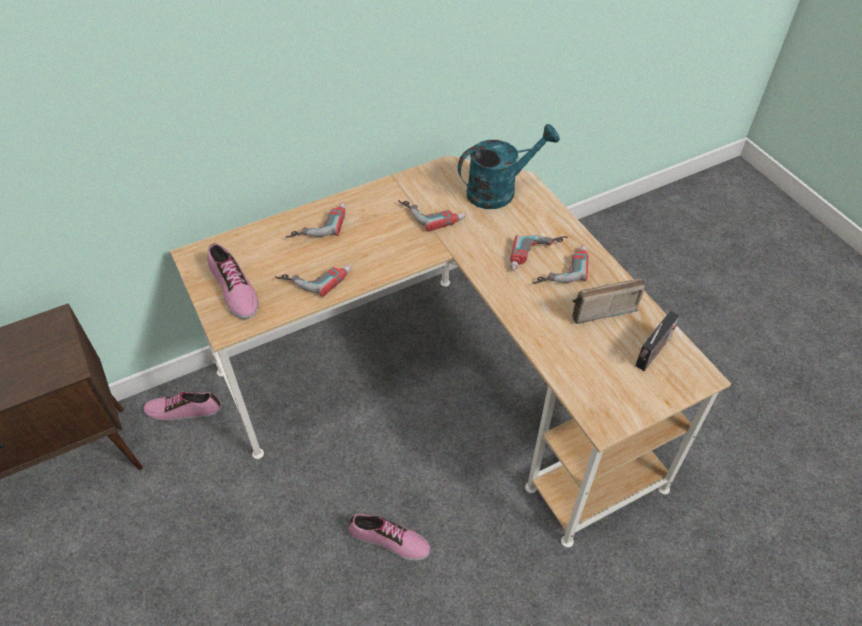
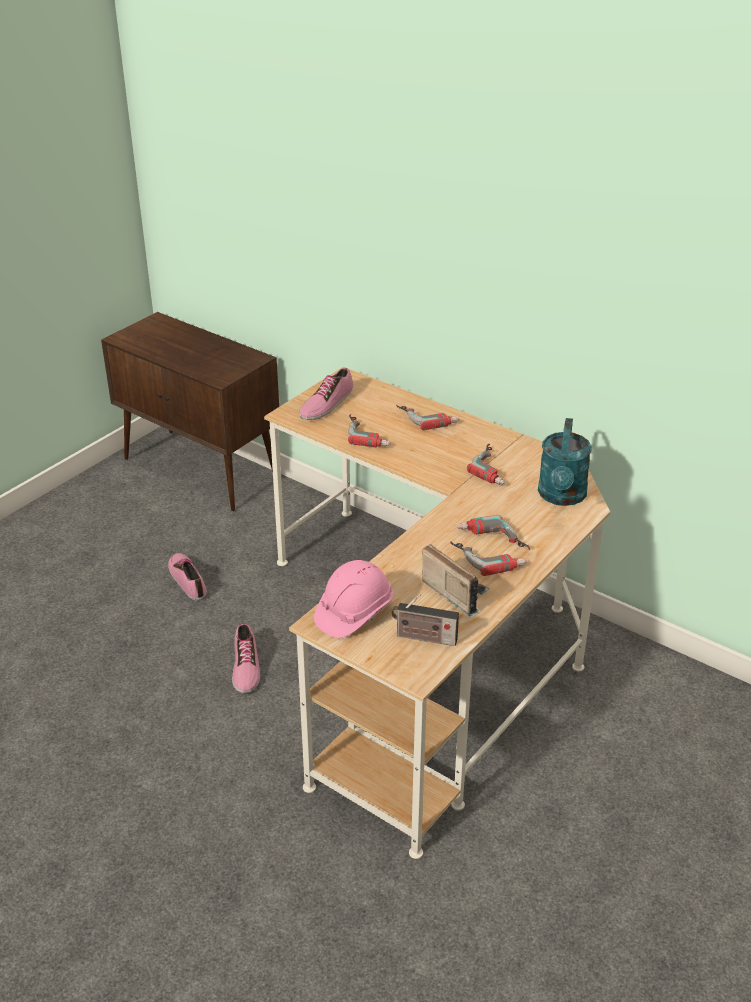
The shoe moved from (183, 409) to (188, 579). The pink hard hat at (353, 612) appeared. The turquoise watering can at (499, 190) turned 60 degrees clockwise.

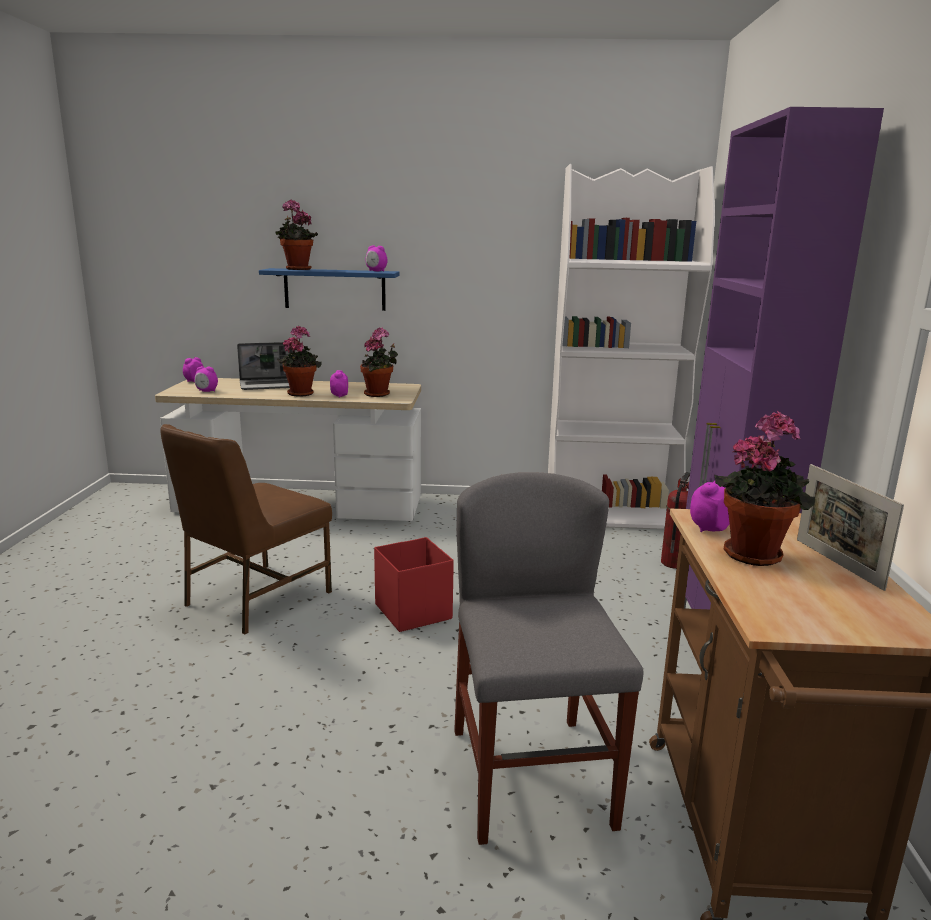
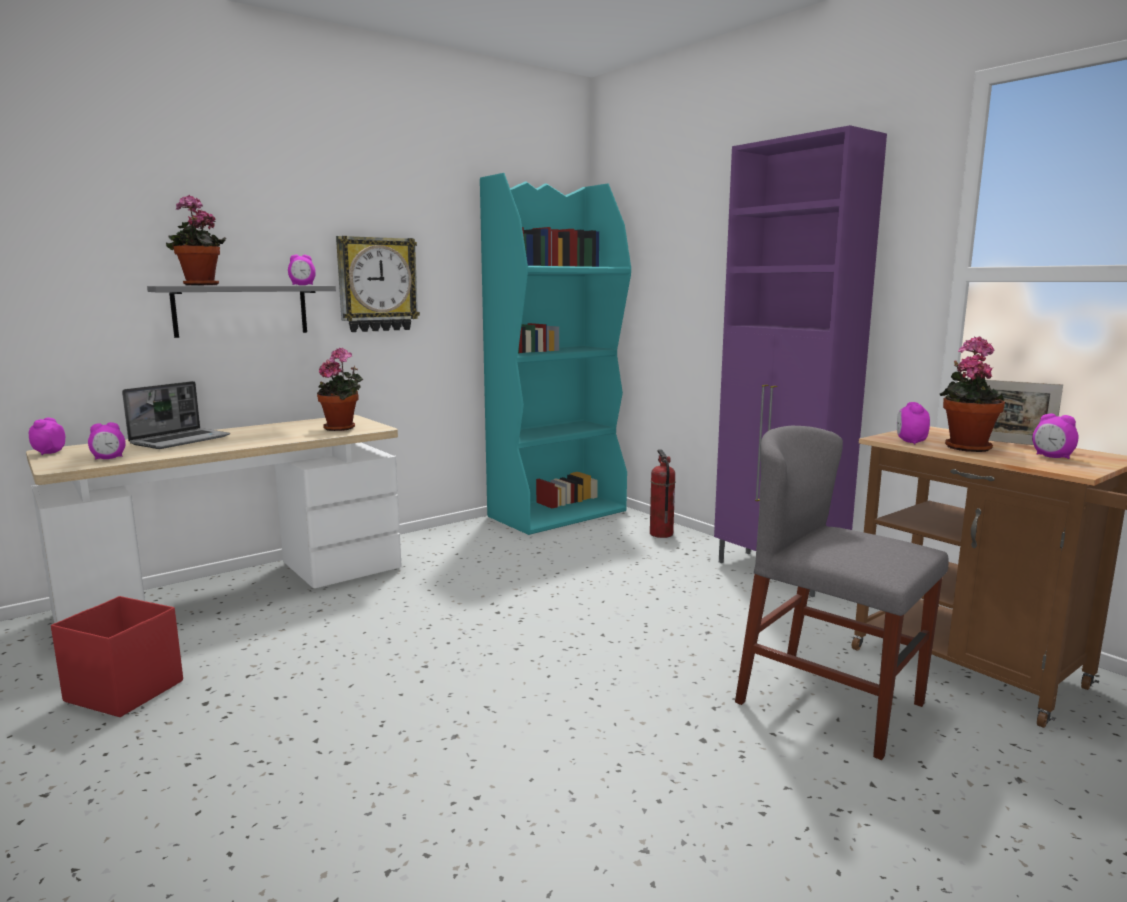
The red storage box moved from (413, 611) to (124, 690). The blue shelf at (334, 289) became the grey shelf at (241, 310). The wall clock at (377, 284) appeared. The white bookcase at (611, 513) became the turquoise bookcase at (558, 513). The alarm clock moved from (339, 396) to (1052, 457). The brown chair at (255, 598) disappeared. The potted plant at (301, 393) disappeared.

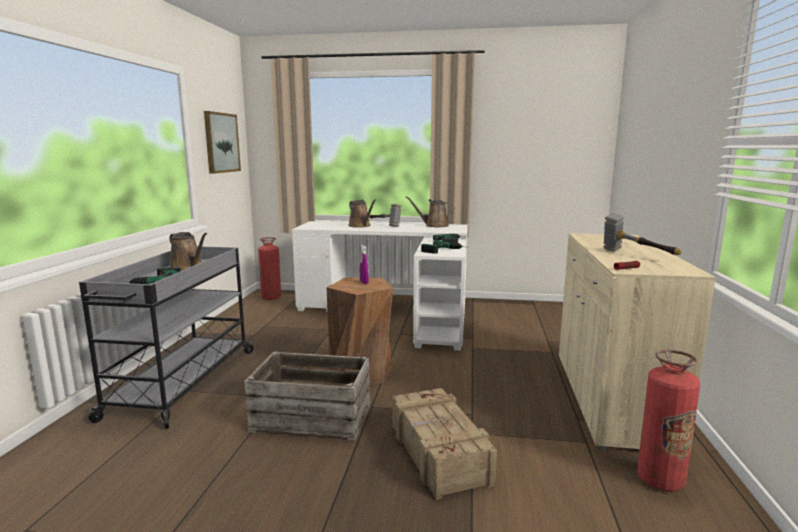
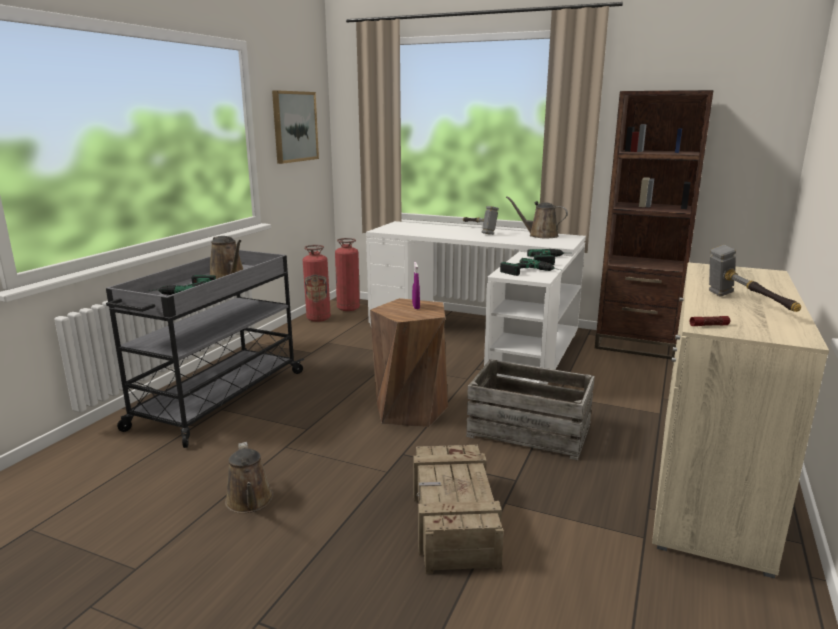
The brown watering can moved from (360, 226) to (250, 502). The fire extinguisher moved from (660, 480) to (318, 318). The crate moved from (312, 416) to (529, 430). The brown bookcase at (636, 345) appeared.

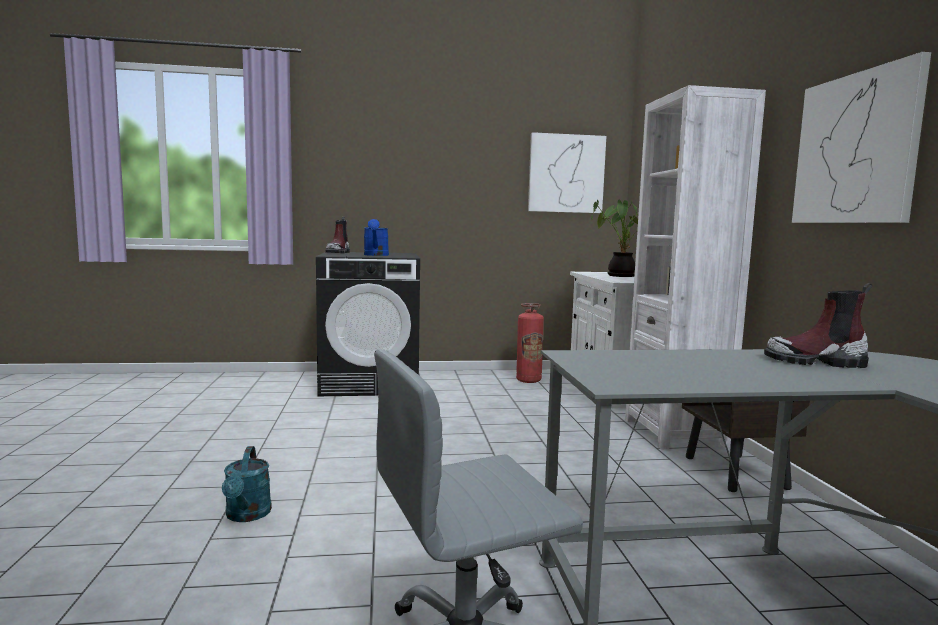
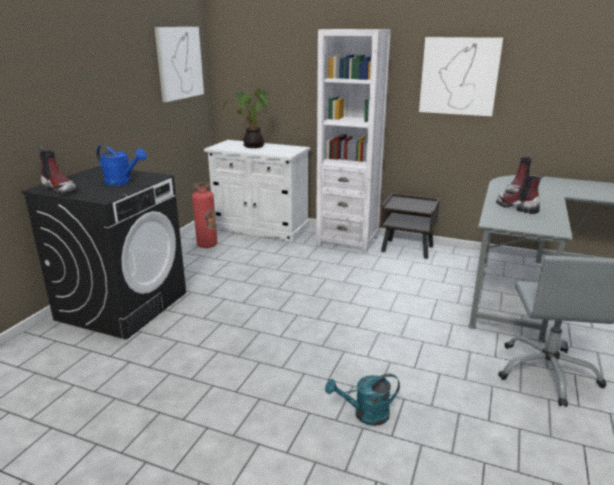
The turquoise watering can at (247, 516) turned 150 degrees clockwise. The boot at (516, 207) appeared.

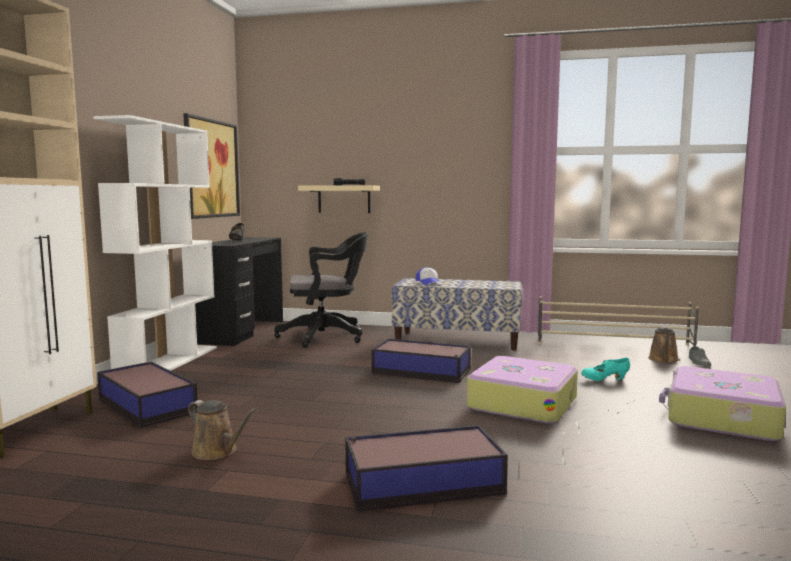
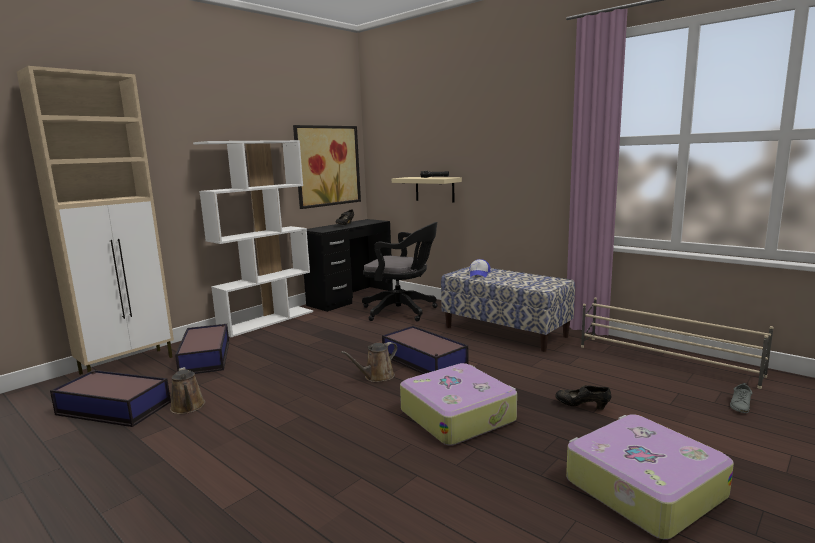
The storage box moved from (421, 483) to (113, 408). The brown watering can moved from (663, 360) to (376, 377). The turquoise shoe at (604, 380) became the black shoe at (582, 406).

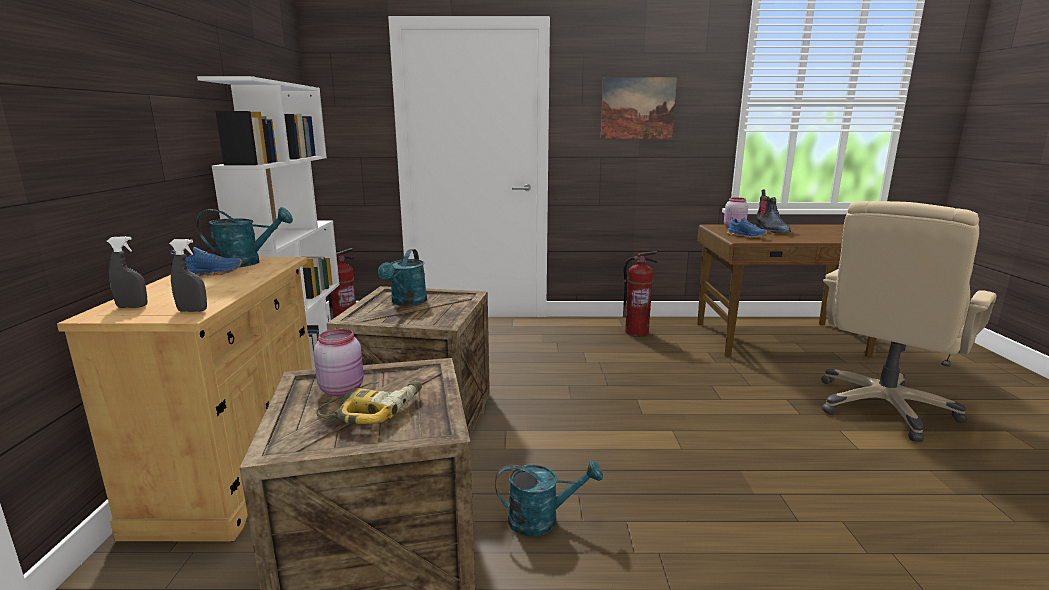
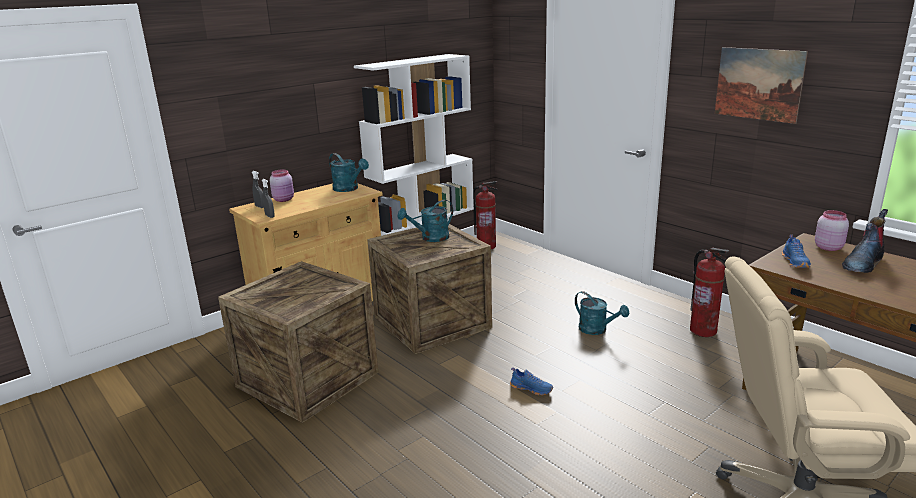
The pink jar moved from (342, 389) to (284, 199). The blue shoe moved from (209, 274) to (531, 388). The turquoise watering can moved from (542, 519) to (597, 330). The power drill at (375, 409) disappeared.

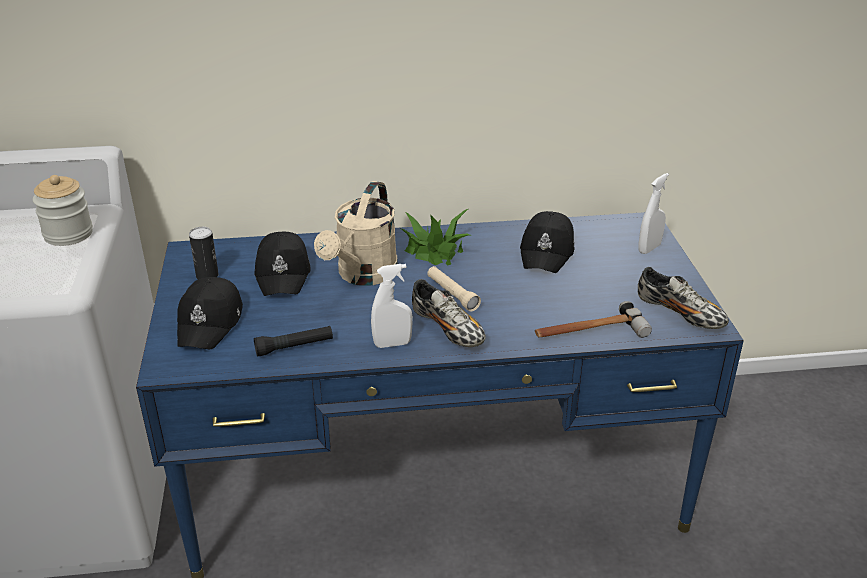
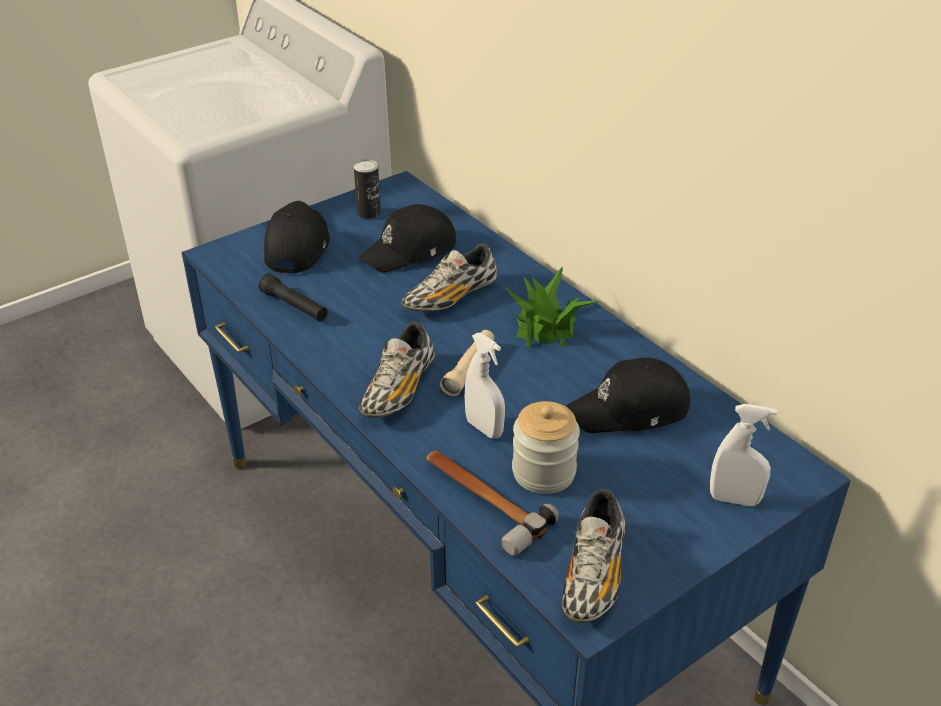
The black cap at (210, 323) turned 120 degrees clockwise. The beige watering can at (363, 275) was replaced by the shoe at (450, 298). The white spray bottle moved from (392, 344) to (484, 428). The jar moved from (68, 234) to (543, 472).

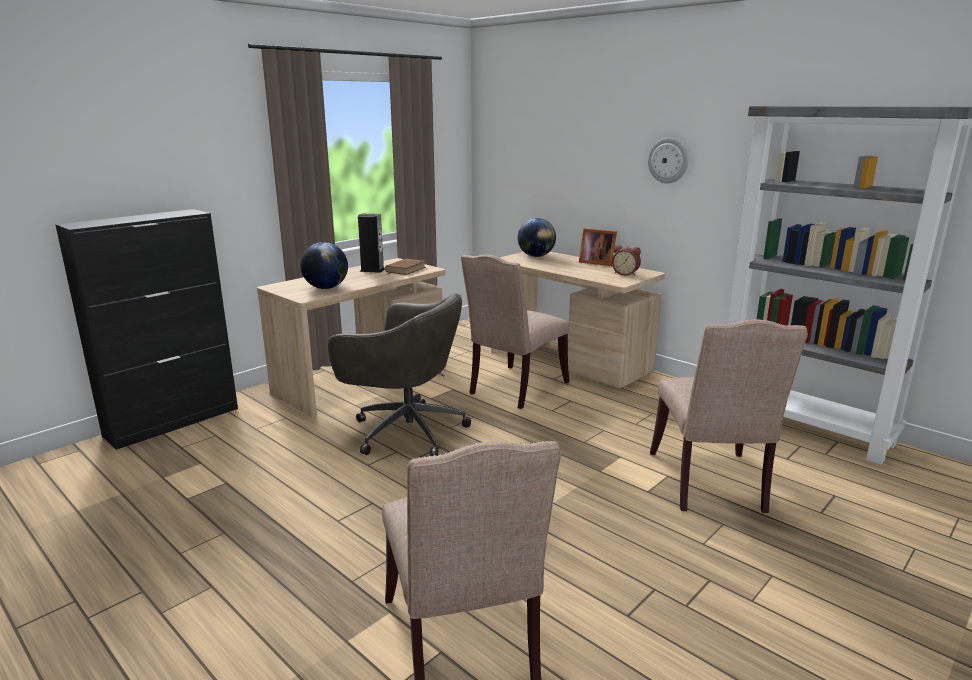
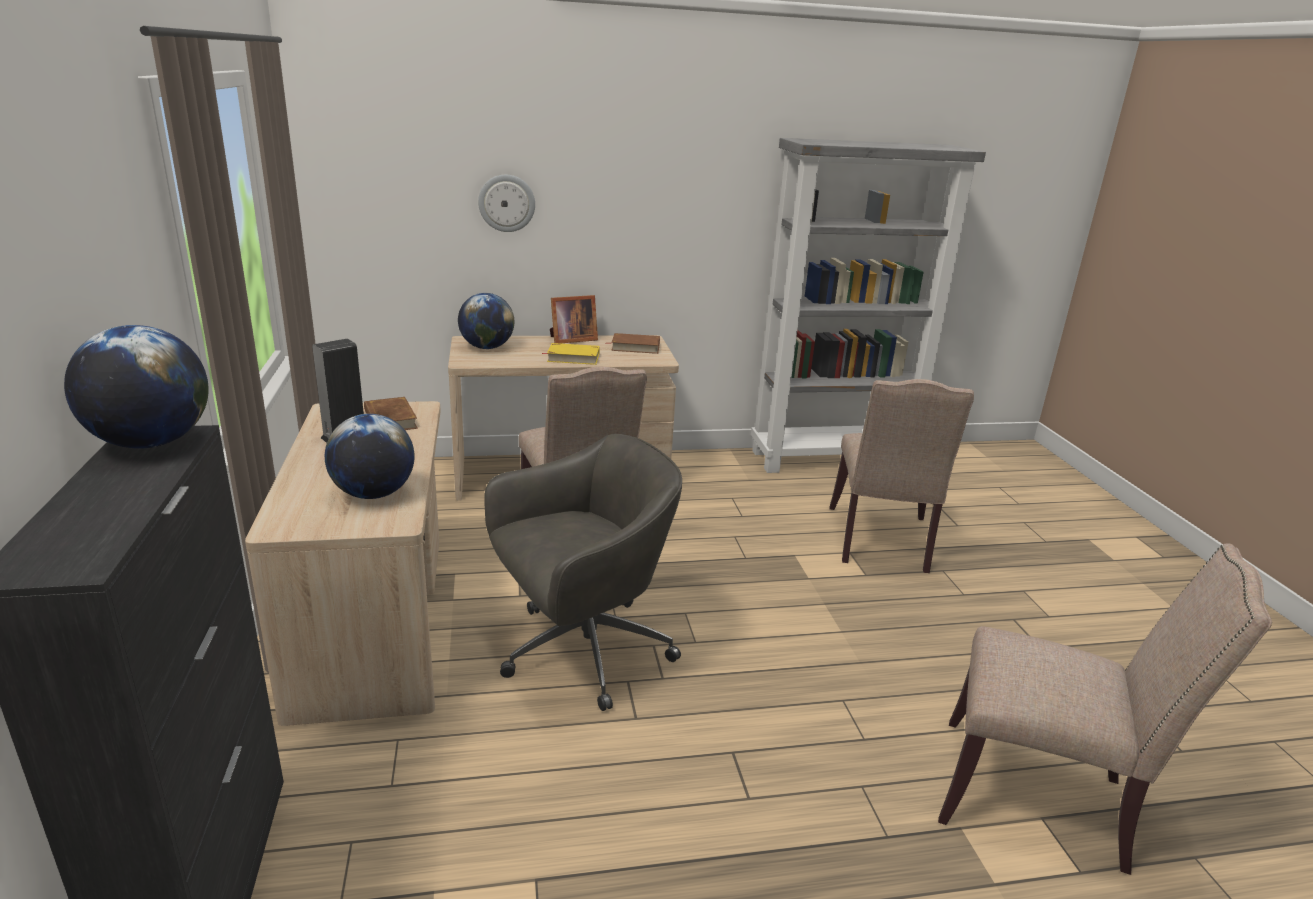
The globe at (151, 443) appeared. The wall clock moved from (668, 160) to (506, 203). The yellow book at (573, 357) appeared. The alarm clock at (625, 274) was replaced by the brown book at (635, 347). The beige chair at (710, 484) turned 60 degrees clockwise.

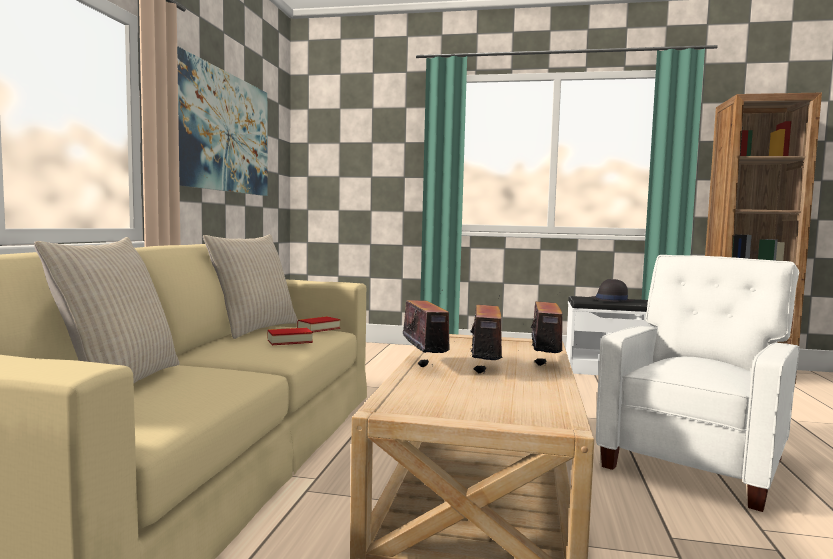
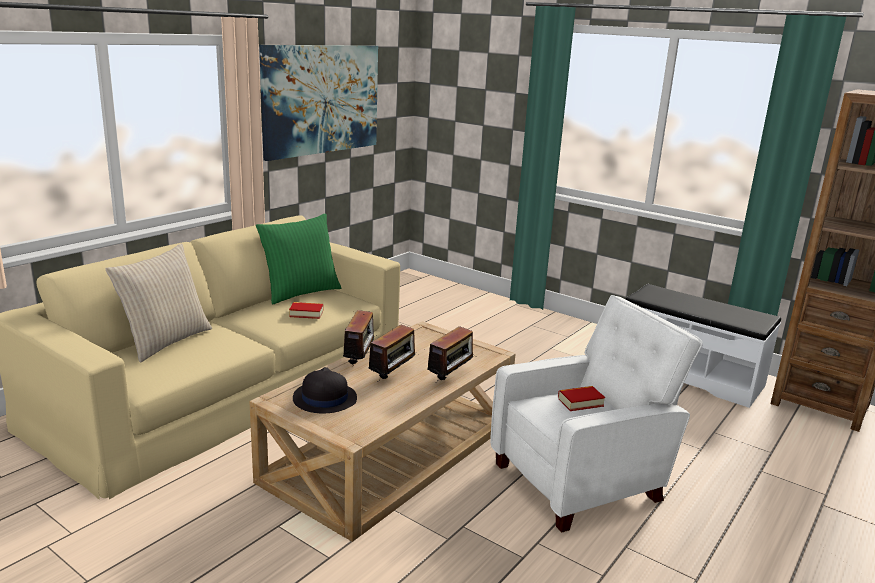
The beige pillow at (254, 329) became the green pillow at (300, 292). The black hat moved from (611, 300) to (324, 399). The book moved from (318, 328) to (580, 402).

